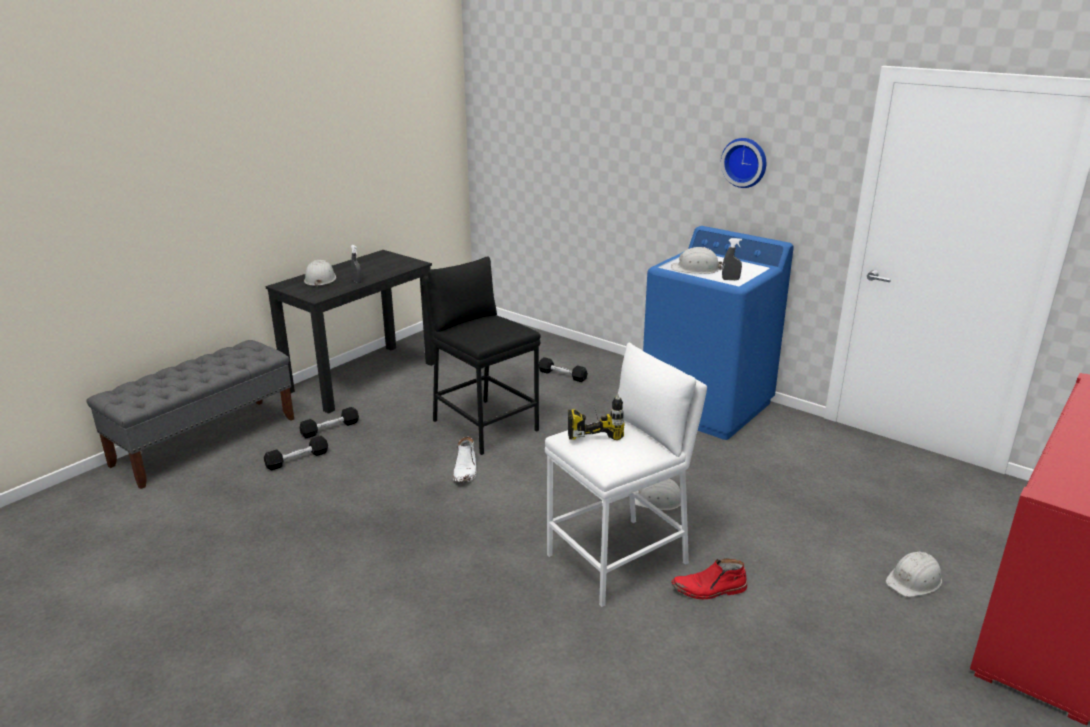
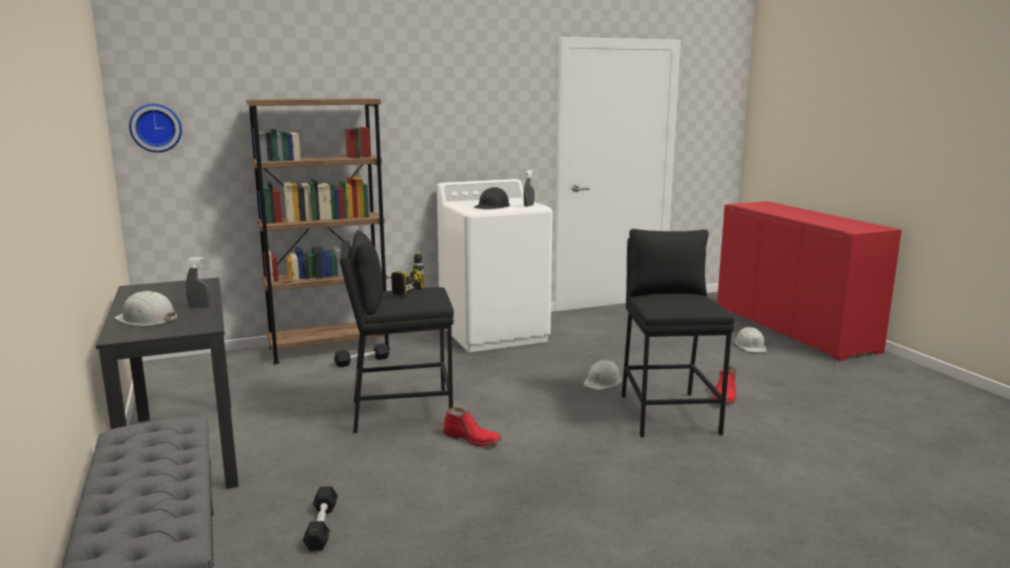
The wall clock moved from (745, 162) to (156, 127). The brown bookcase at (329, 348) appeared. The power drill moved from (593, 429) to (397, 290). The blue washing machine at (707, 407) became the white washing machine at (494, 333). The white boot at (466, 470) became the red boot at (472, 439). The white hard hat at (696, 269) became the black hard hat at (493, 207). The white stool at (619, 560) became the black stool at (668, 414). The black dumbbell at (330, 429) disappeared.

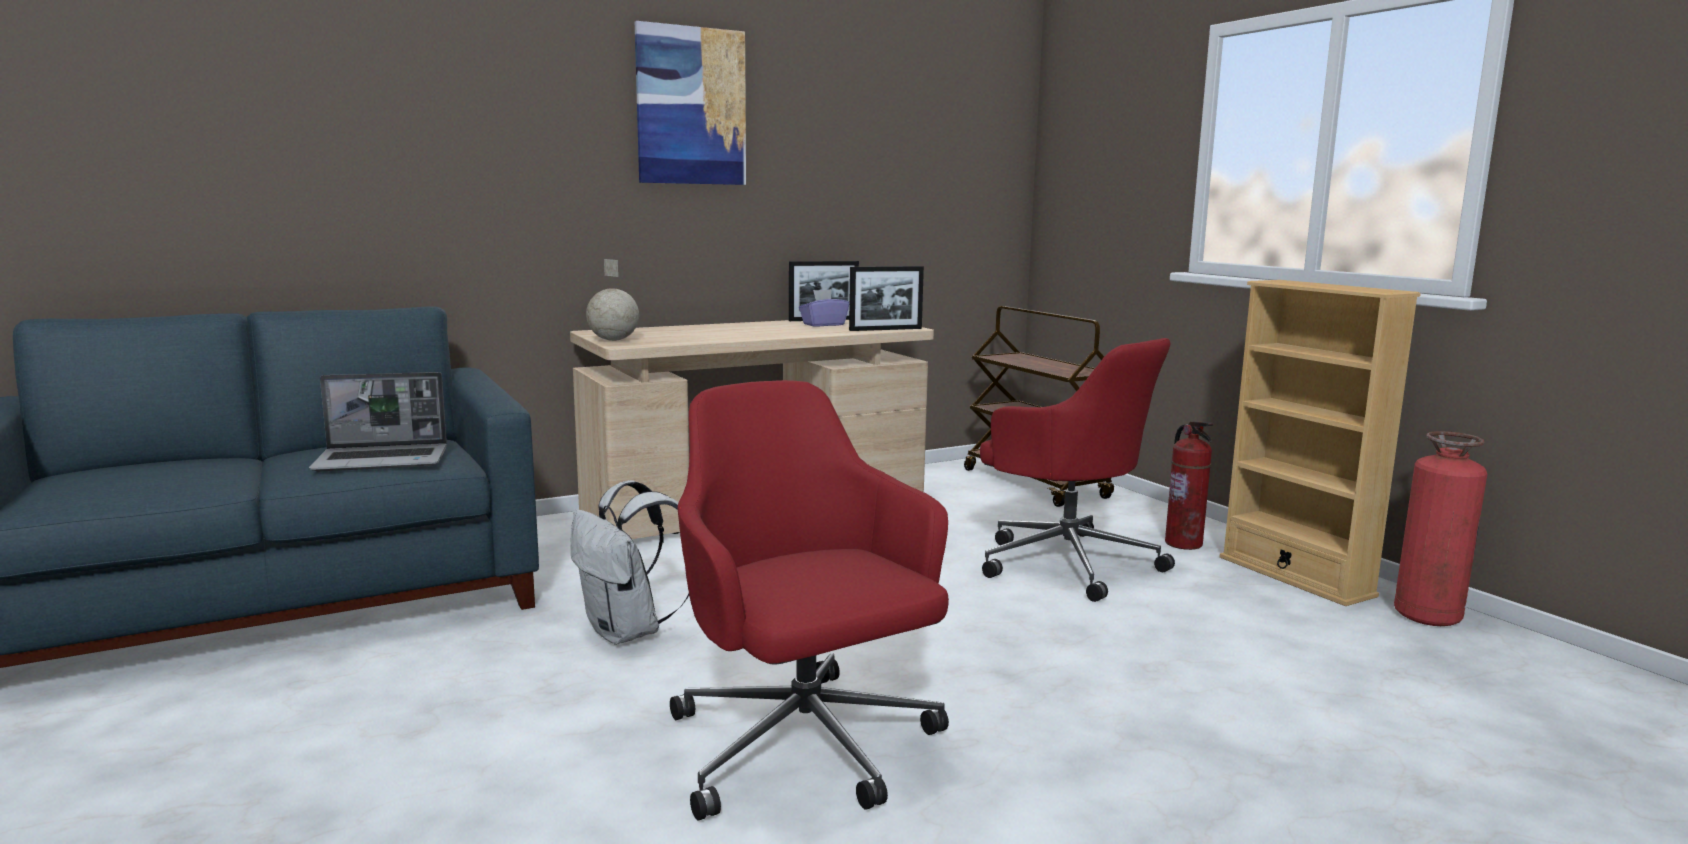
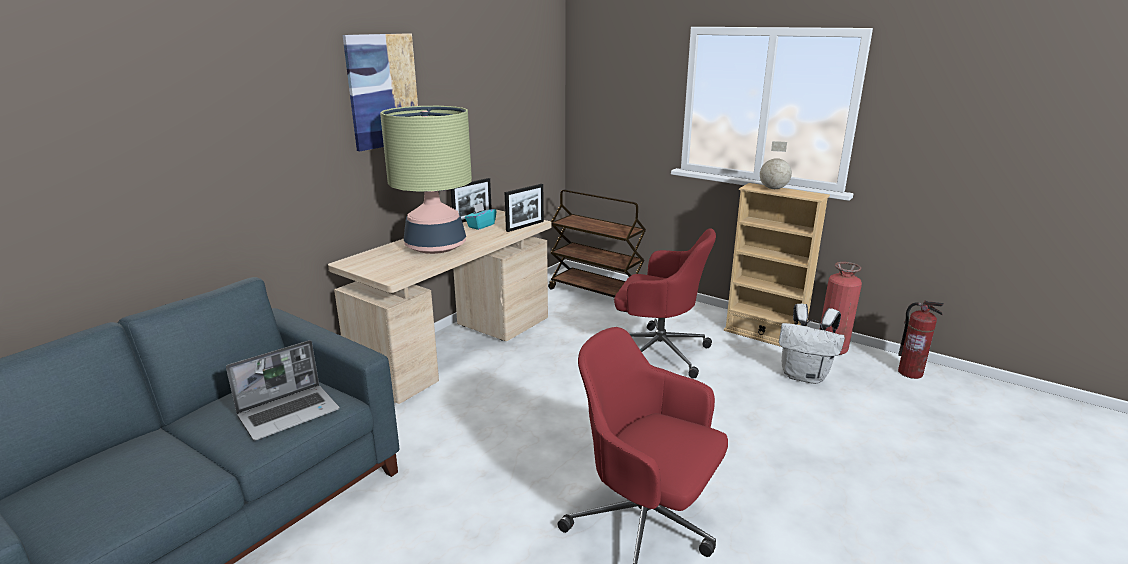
The table lamp at (436, 246) appeared. The purple tissue box at (823, 324) became the turquoise tissue box at (481, 226). The globe moved from (613, 340) to (773, 189). The white backpack moved from (628, 632) to (805, 376). The fire extinguisher moved from (1184, 543) to (910, 373).

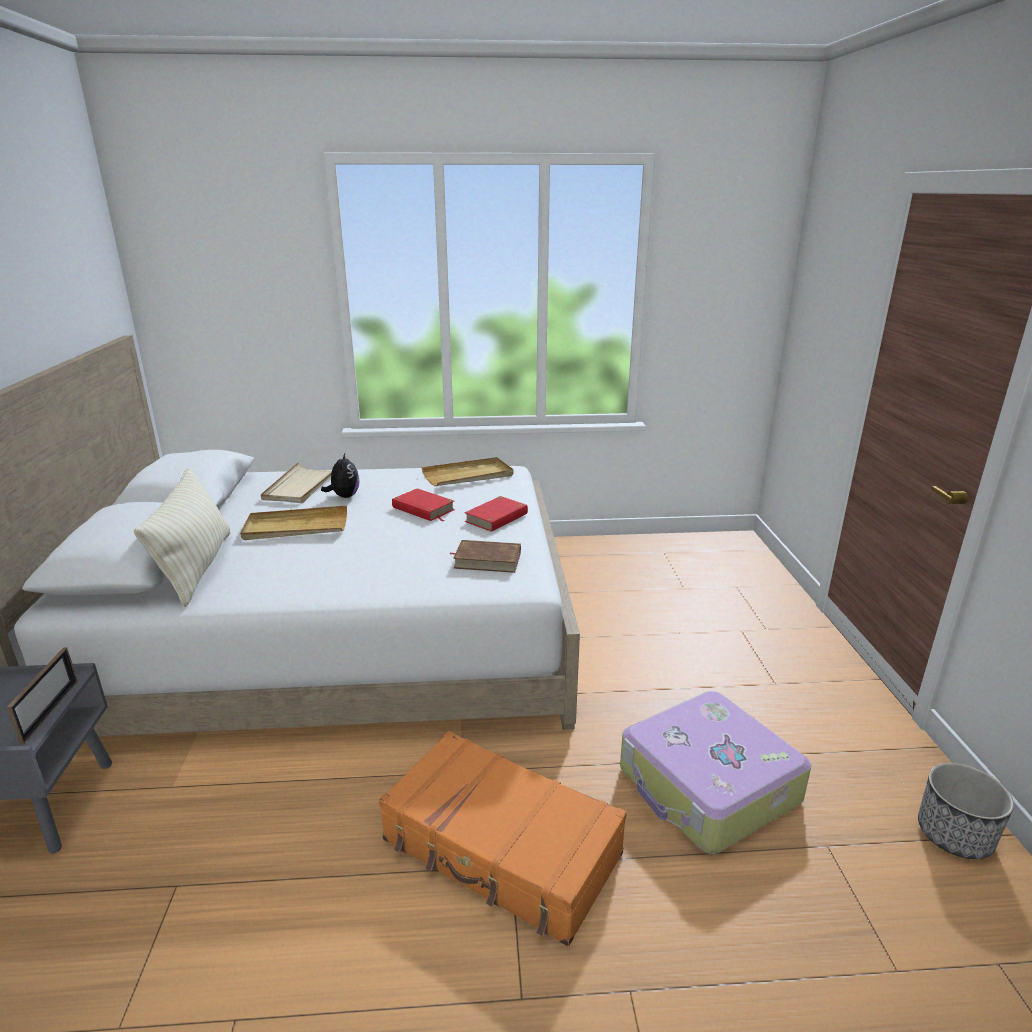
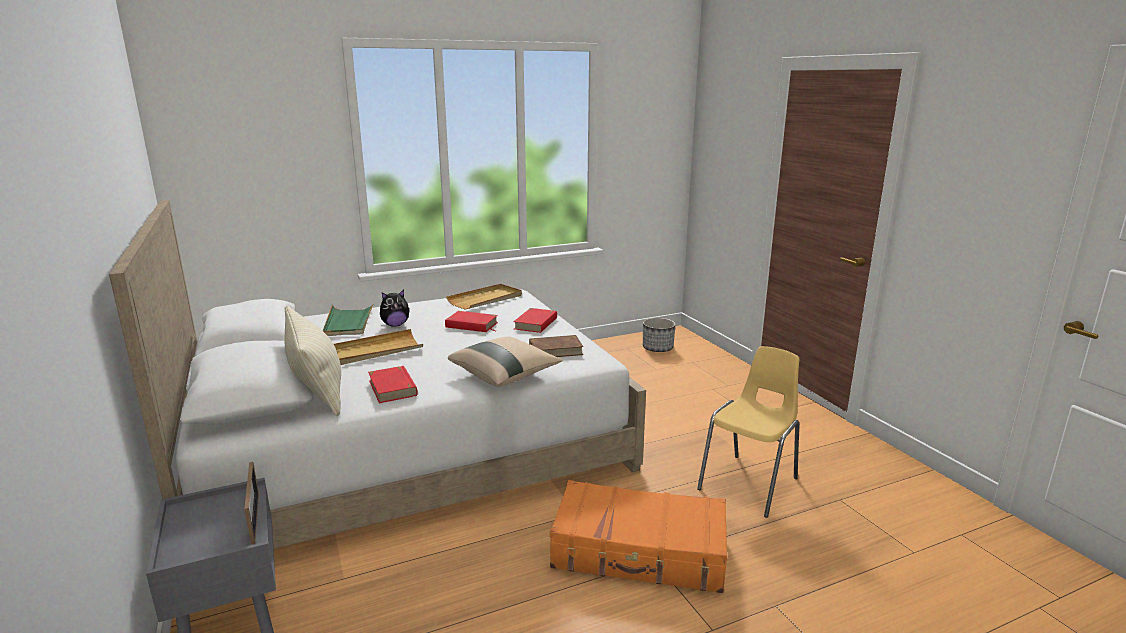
The beige tray at (301, 486) became the green tray at (348, 322). The red book at (393, 388) appeared. The plush toy at (344, 496) turned 90 degrees clockwise. The beige pillow at (505, 375) appeared. The planter moved from (954, 835) to (658, 348). The suitcase at (708, 786) was replaced by the yellow chair at (750, 484).

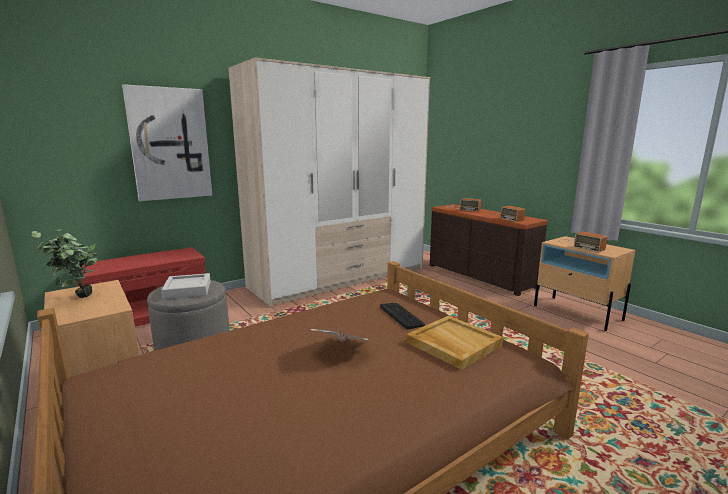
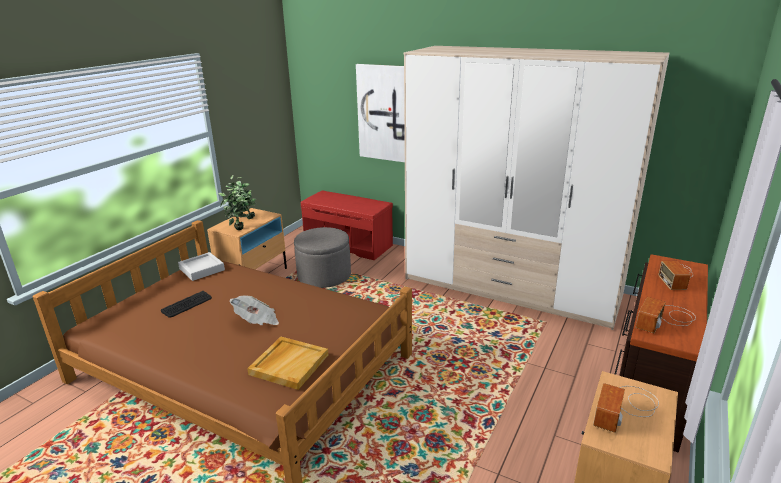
The keyboard moved from (401, 316) to (187, 305). The grey tray moved from (187, 290) to (202, 269). The potted plant at (239, 231) appeared.

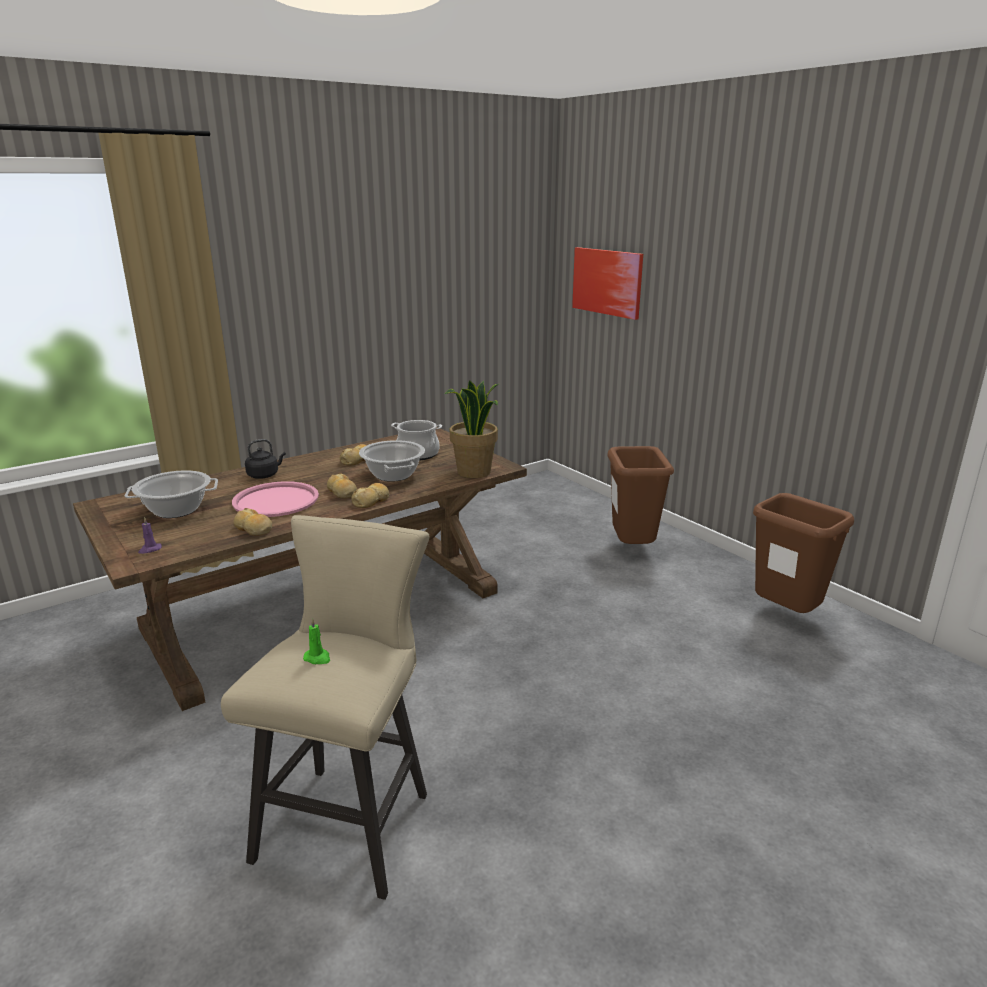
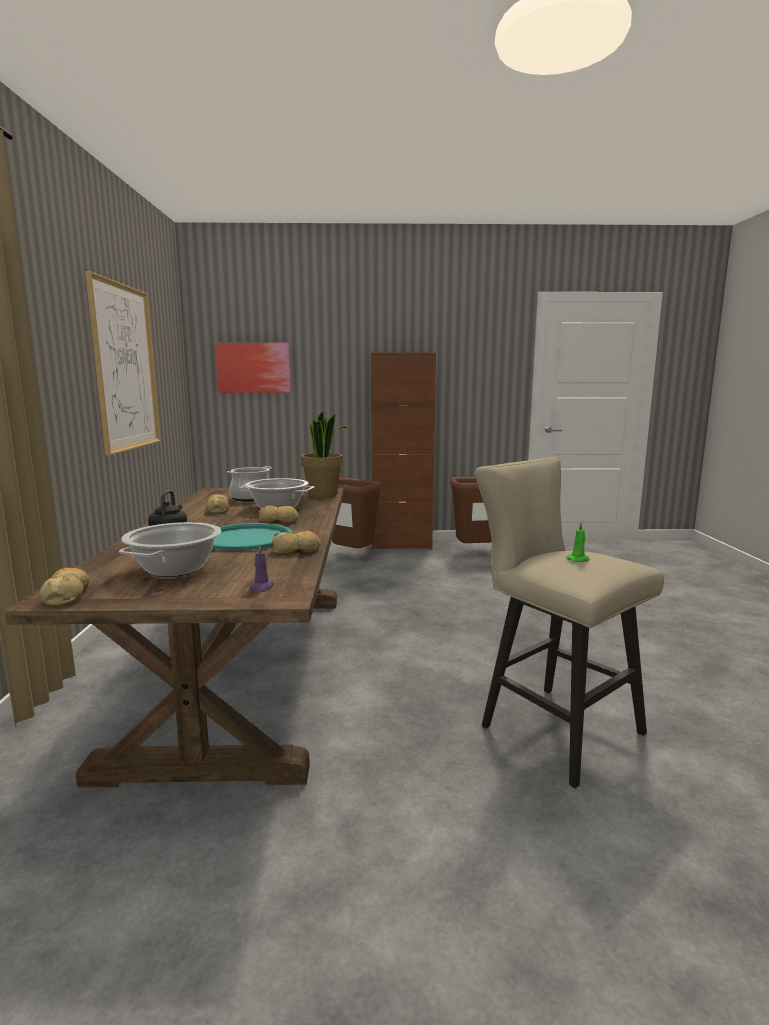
The bread moved from (372, 501) to (67, 596). The picture at (125, 368) appeared. The pink tray at (276, 500) became the turquoise tray at (246, 538). The brown cabinet at (401, 545) appeared.

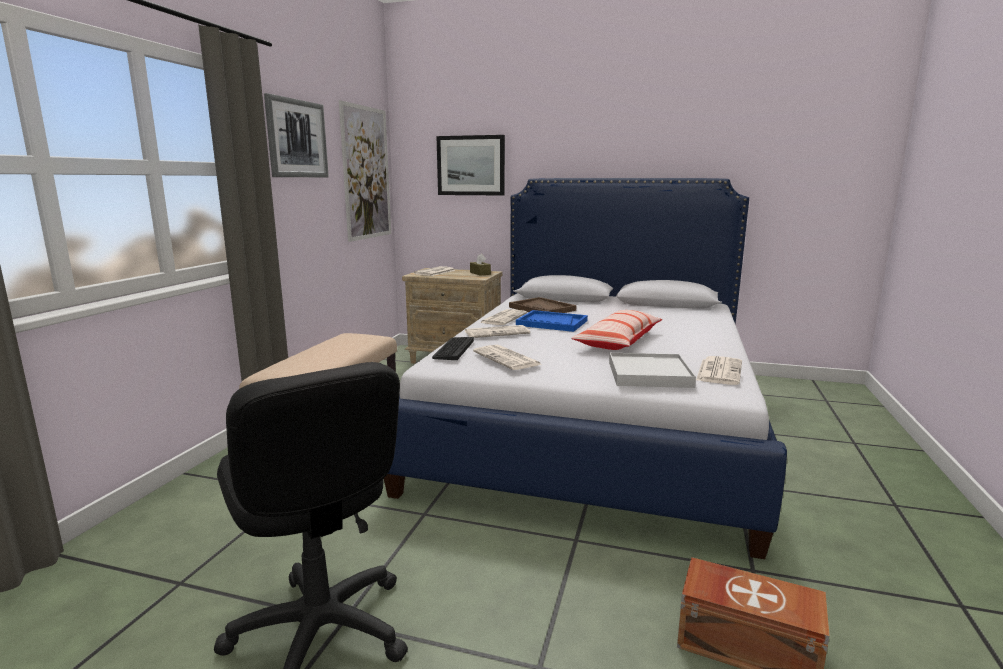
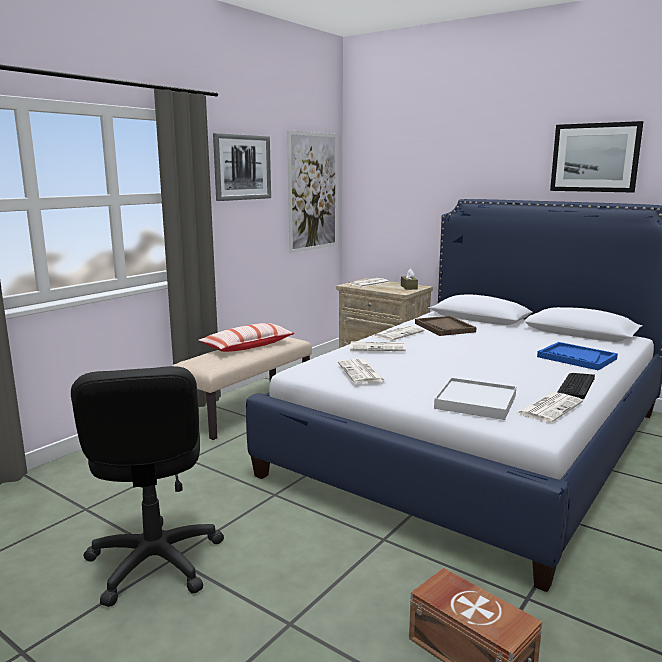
The pillow moved from (618, 341) to (247, 346). The blue tray moved from (551, 323) to (576, 358). The picture moved from (471, 165) to (595, 157). The keyboard moved from (453, 349) to (576, 386).

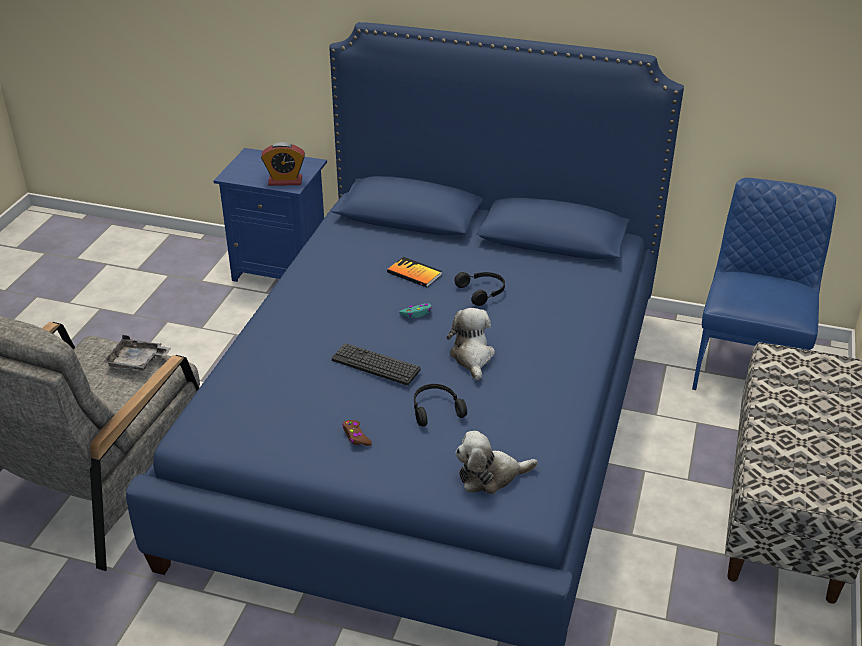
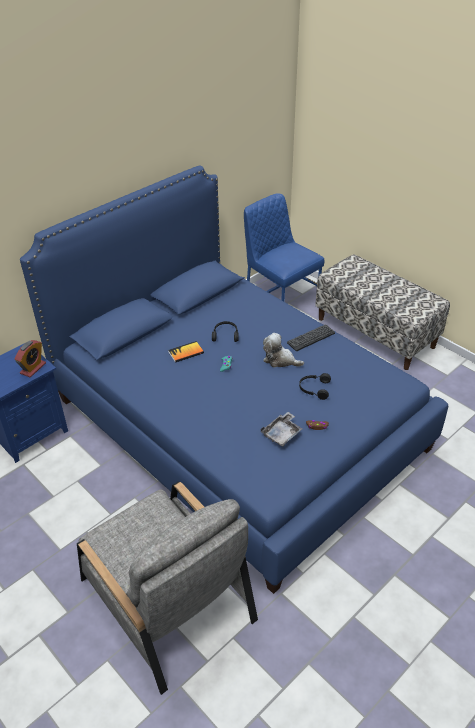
The grey tray moved from (137, 361) to (282, 434). The keyboard moved from (375, 365) to (311, 338). The plush toy at (490, 476) disappeared.

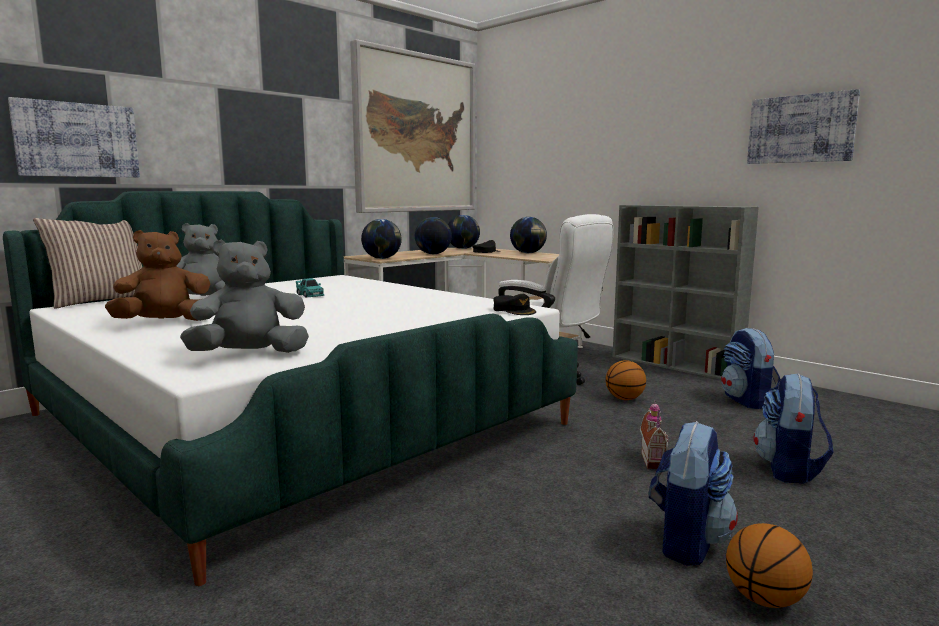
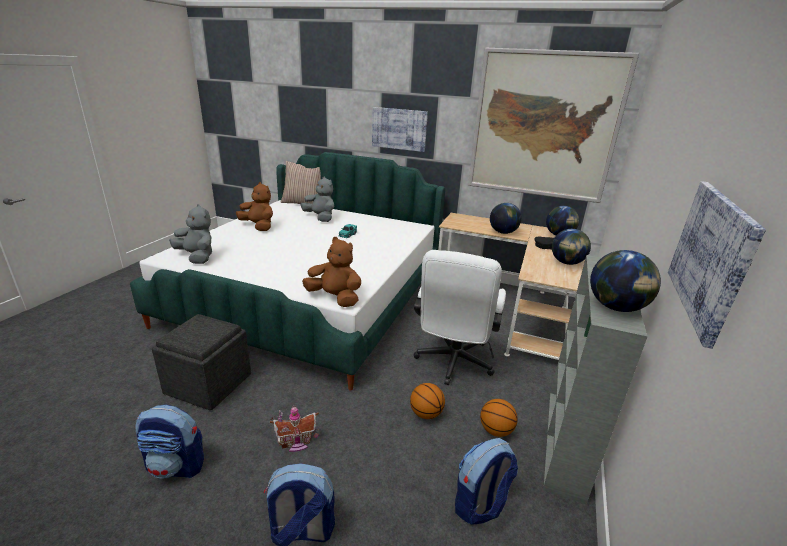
The grey ottoman at (209, 383) appeared. The black cap at (514, 311) was replaced by the brown plush toy at (335, 298). The picture moved from (77, 140) to (399, 129). The basketball moved from (764, 599) to (495, 430). The globe moved from (382, 258) to (616, 307).

